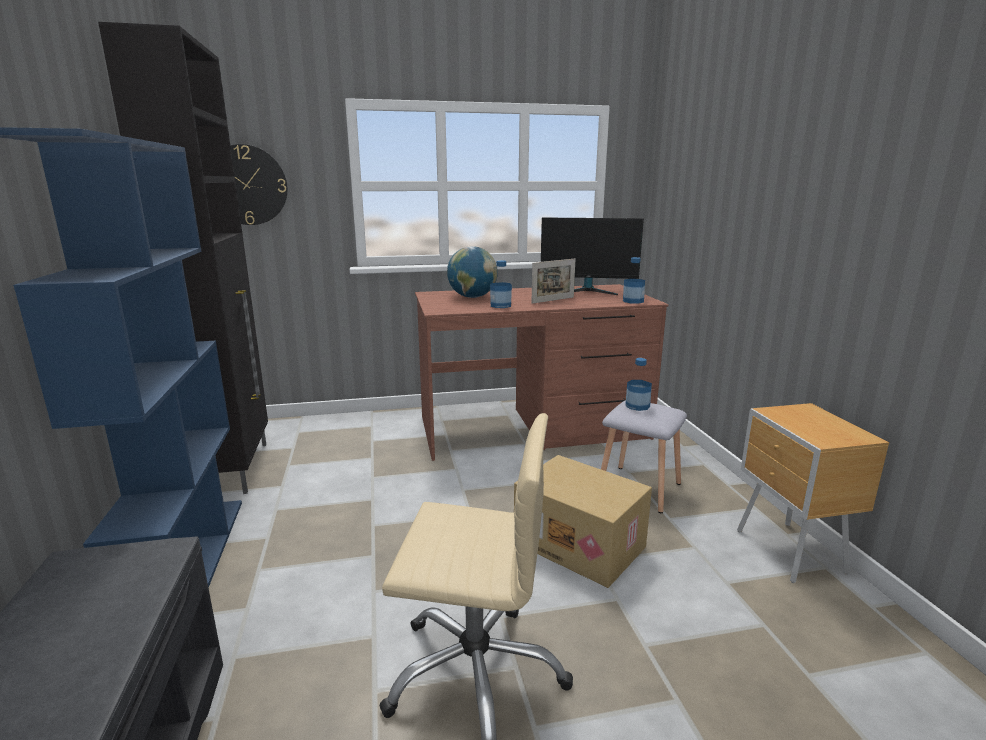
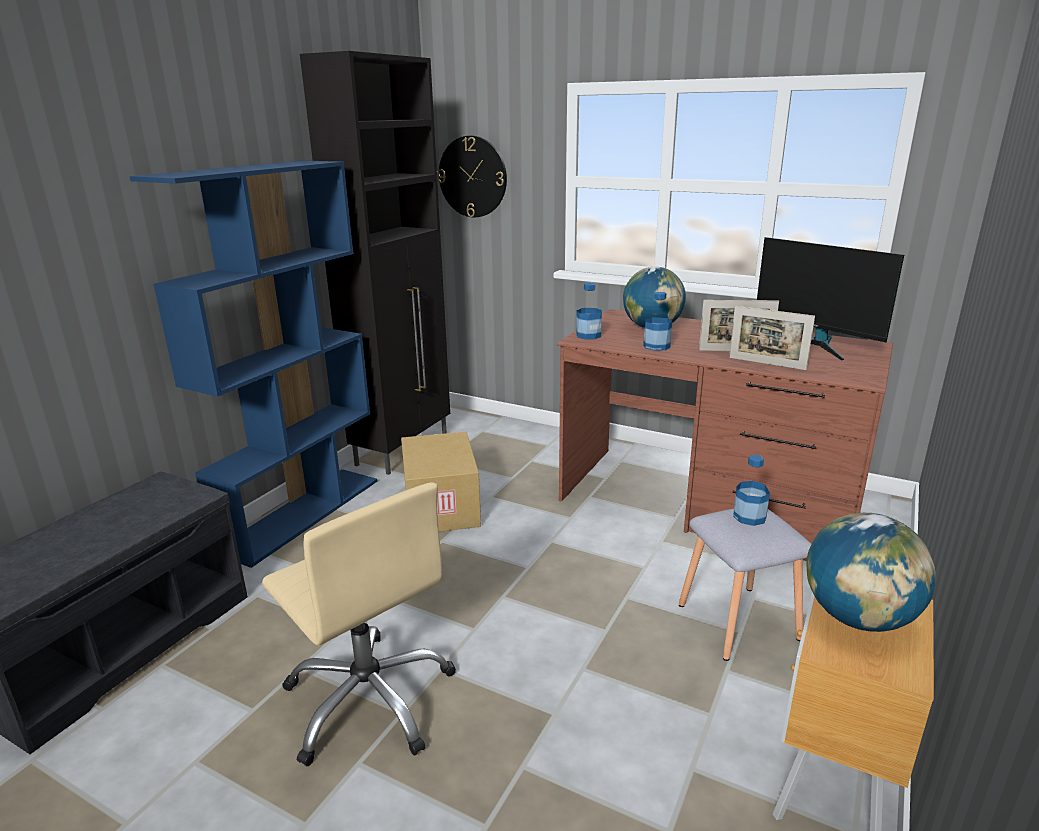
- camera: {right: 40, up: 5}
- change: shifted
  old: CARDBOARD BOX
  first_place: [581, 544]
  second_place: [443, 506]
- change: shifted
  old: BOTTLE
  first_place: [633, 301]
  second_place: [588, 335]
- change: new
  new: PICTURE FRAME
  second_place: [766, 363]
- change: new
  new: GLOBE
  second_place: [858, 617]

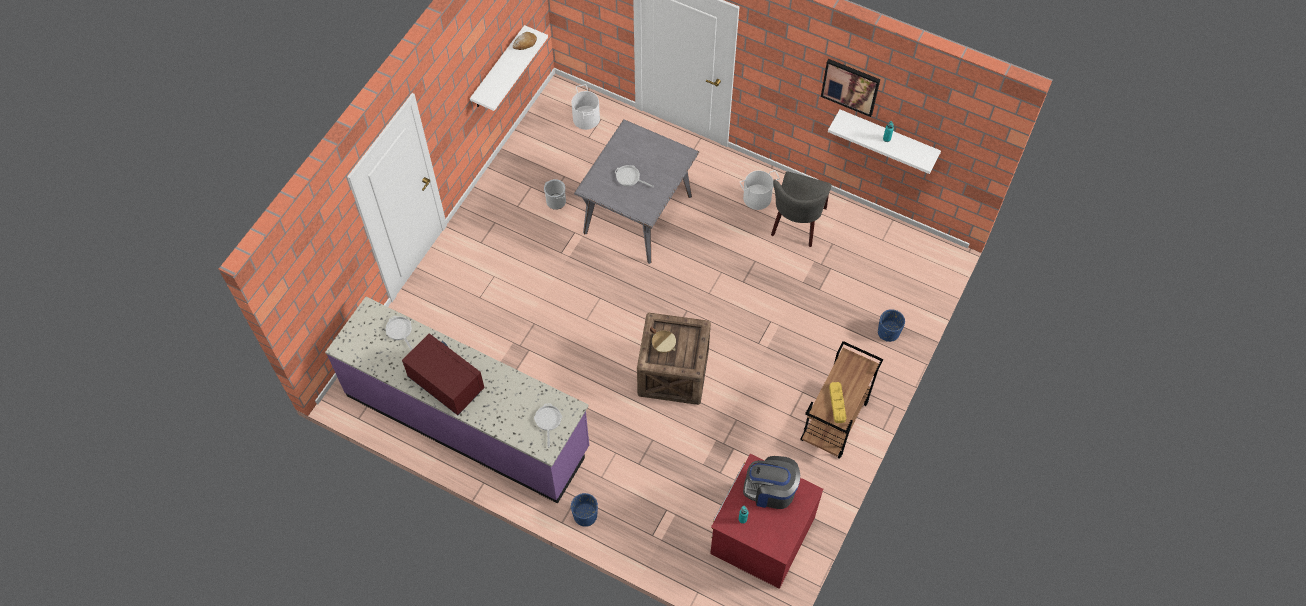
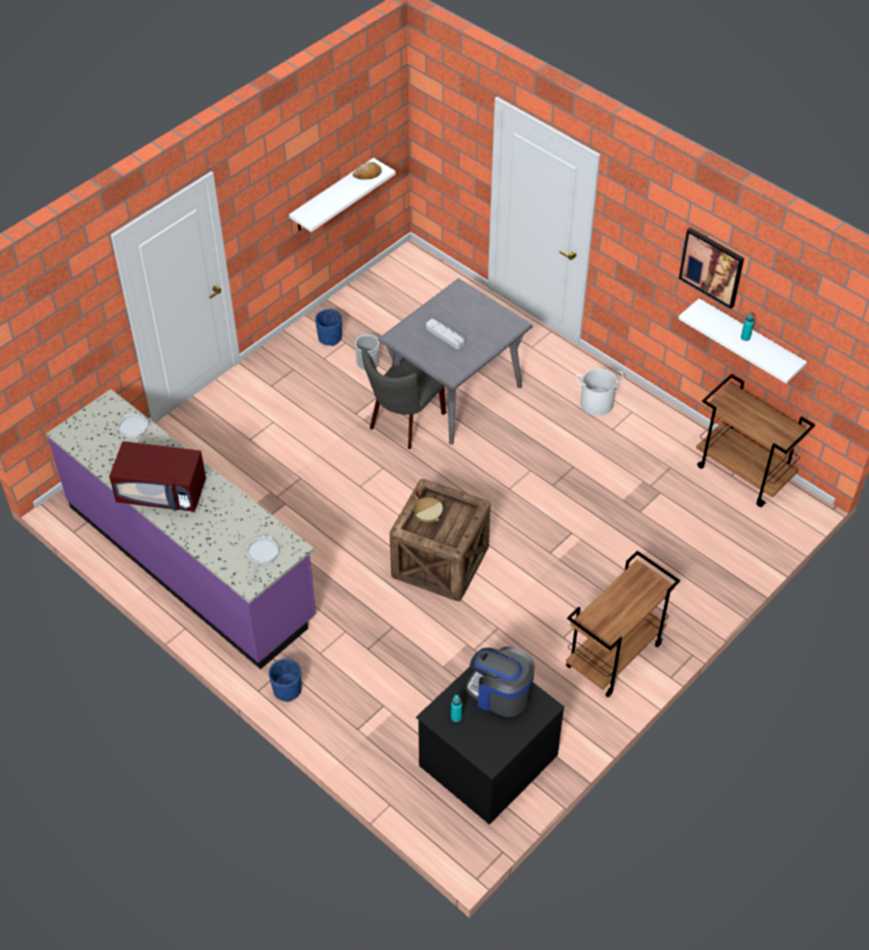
- camera: {right: 15, up: -10}
- change: rotated
  old: RED MICROWAVE
  first_place: [445, 383]
  second_place: [162, 492]
  degrees: 135
- change: shifted
  old: BLUE PLANTER
  first_place: [888, 332]
  second_place: [330, 338]
- change: shifted
  old: GREY CHAIR
  first_place: [796, 224]
  second_place: [403, 423]
- change: repainted
  old: RED DRESSER
  new: BLACK DRESSER
  first_place: [761, 534]
  second_place: [486, 759]
- change: swapped
  old: FRYING PAN
  new: GREY TRAY
  first_place: [629, 178]
  second_place: [445, 335]
- change: new
  new: BROWN CART
  second_place: [744, 473]
- change: gone
  old: WHITE BUCKET
  first_place: [586, 118]
- change: gone
  old: YELLOW TRAY
  first_place: [837, 403]

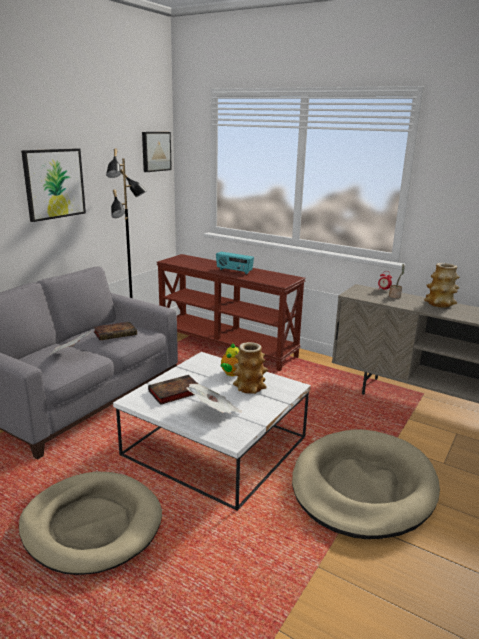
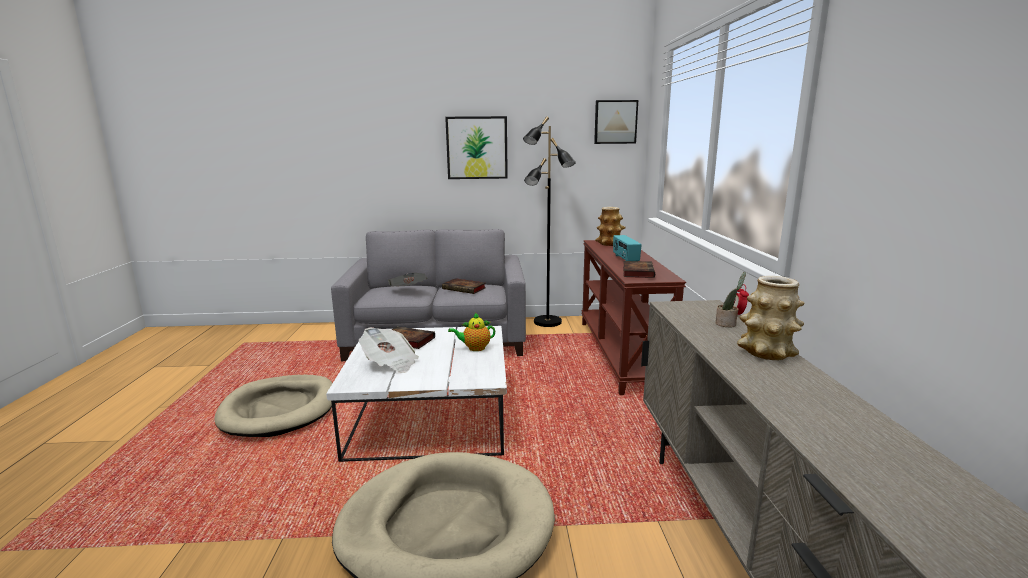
- camera: {right: 55, up: -5}
- change: shifted
  old: VASE
  first_place: [249, 387]
  second_place: [609, 244]
- change: new
  new: BOOK
  second_place: [637, 272]

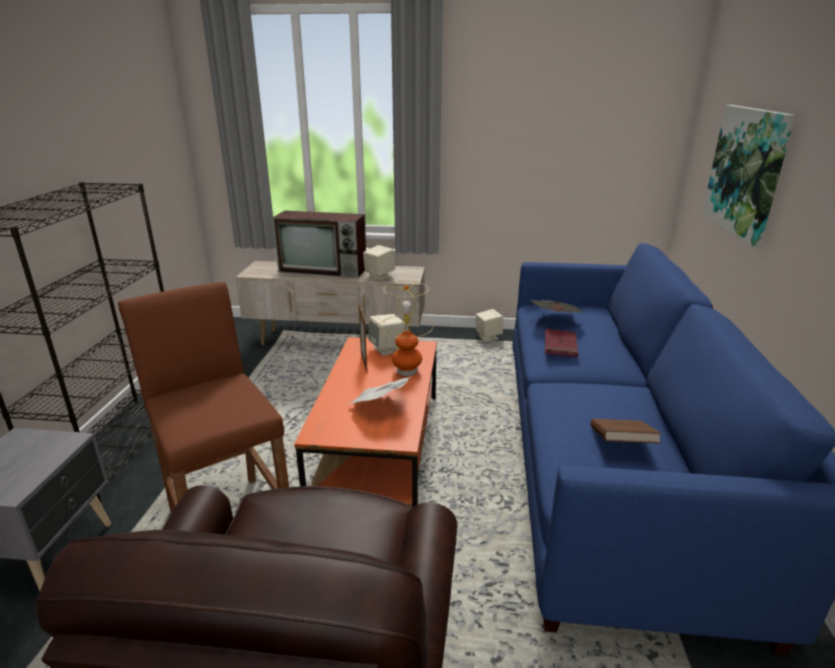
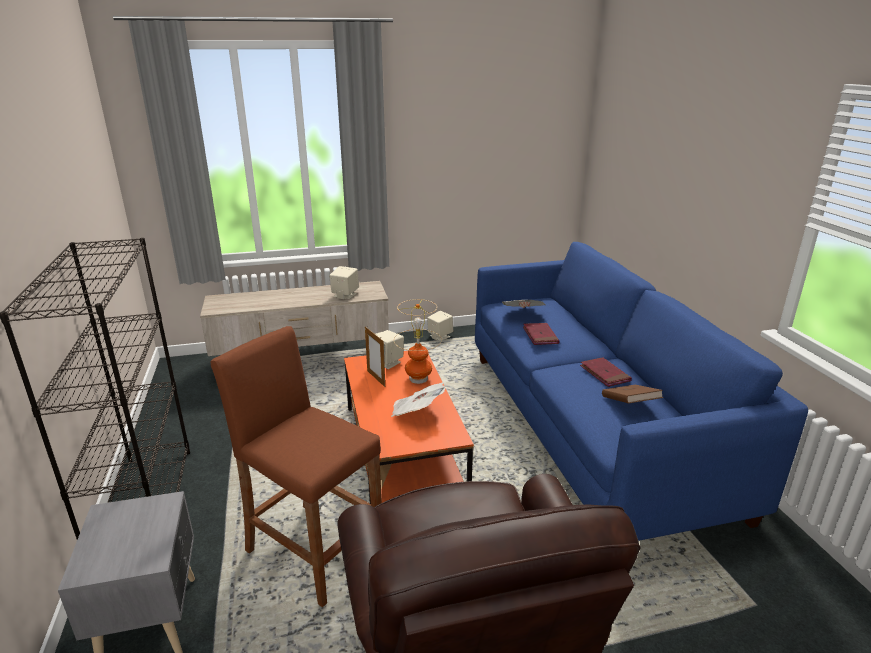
- camera: {right: -20, up: 0}
- change: new
  new: RED BOOK
  second_place: [604, 374]
- change: gone
  old: TELEVISION
  first_place: [324, 270]
- change: gone
  old: PICTURE
  first_place: [746, 171]

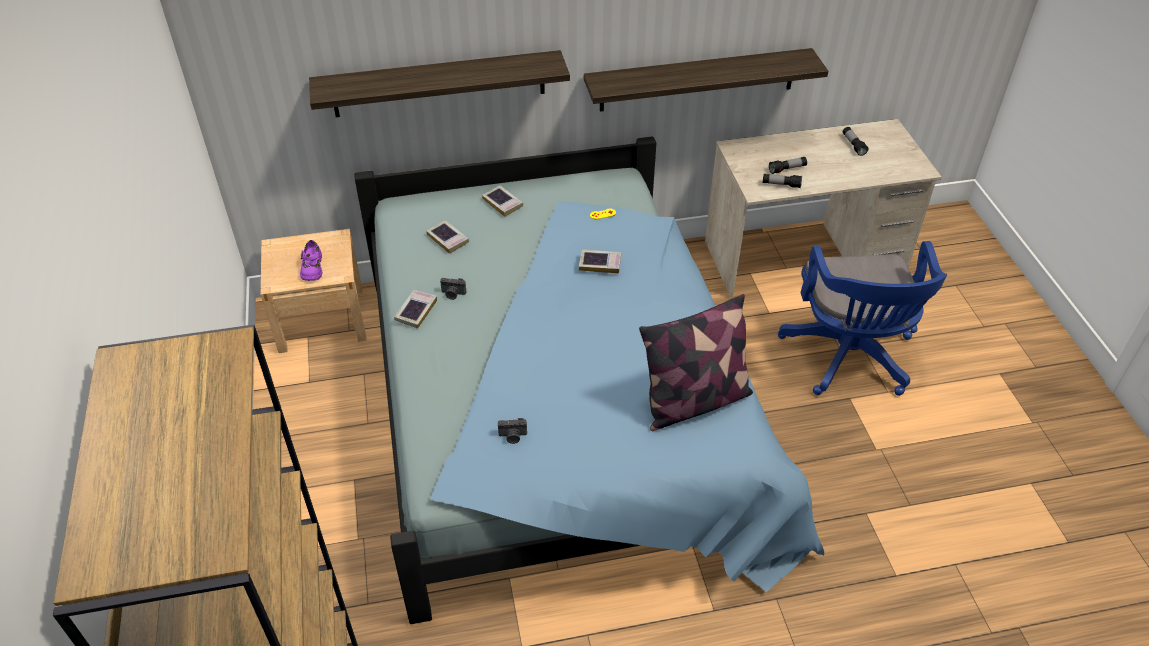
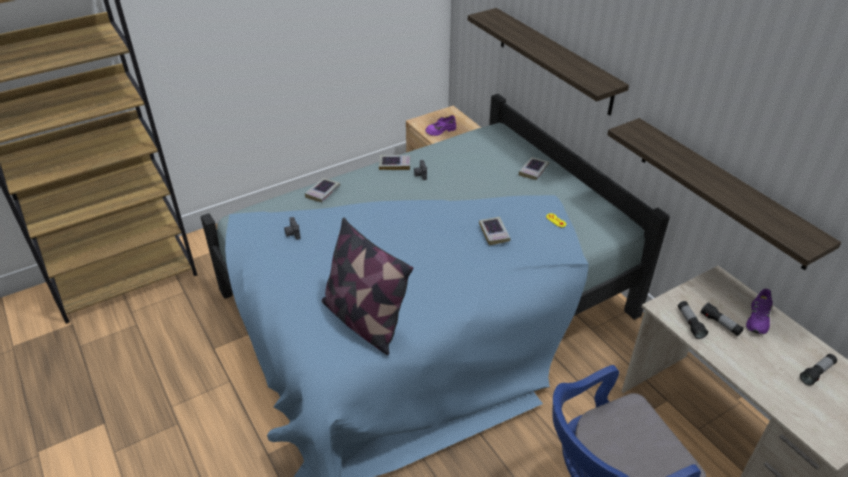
- camera: {right: 70, up: -5}
- change: shifted
  old: BOOK
  first_place: [448, 239]
  second_place: [323, 192]
- change: new
  new: PURPLE SHOE
  second_place: [758, 319]

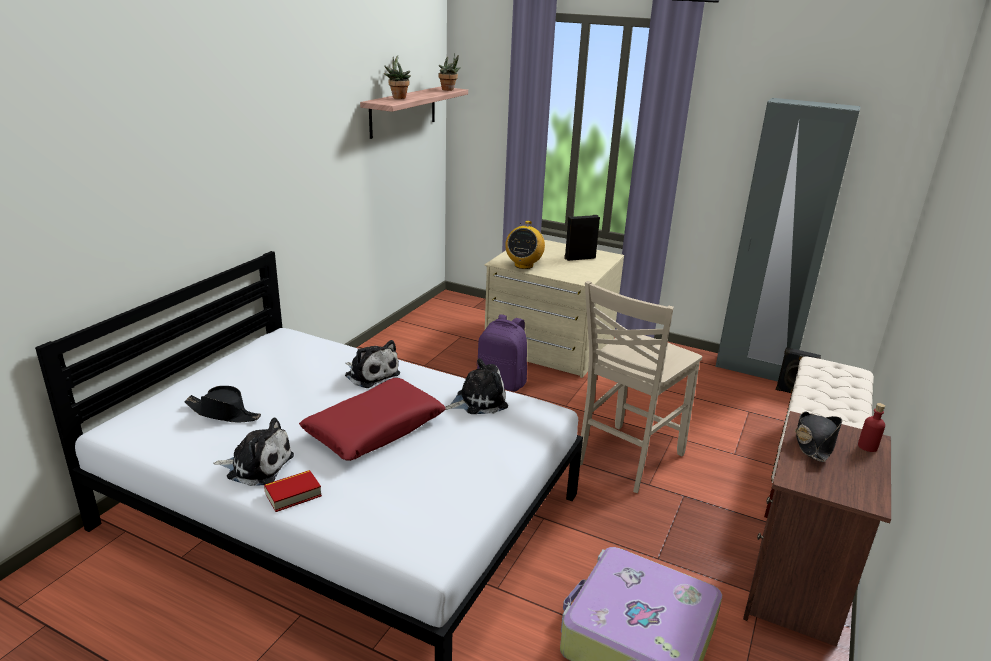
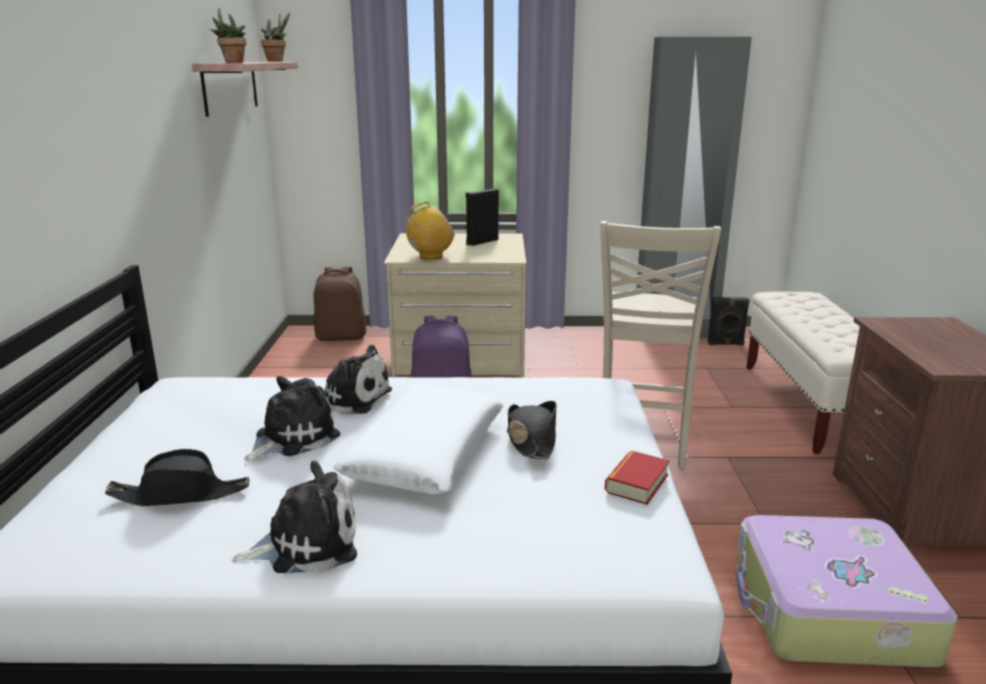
- camera: {right: -25, up: -5}
- change: shifted
  old: PLUSH TOY
  first_place: [478, 401]
  second_place: [292, 438]
- change: new
  new: BROWN BACKPACK
  second_place: [341, 337]
- change: repainted
  old: RED PILLOW
  new: WHITE PILLOW
  first_place: [374, 429]
  second_place: [425, 454]
- change: rotated
  old: RADIO
  first_place: [523, 265]
  second_place: [430, 256]
  degrees: -105
- change: shifted
  old: BLACK HAT
  first_place: [814, 442]
  second_place: [531, 439]
- change: shifted
  old: BOOK
  first_place: [293, 494]
  second_place: [636, 483]
- change: gone
  old: RED BOTTLE
  first_place: [867, 446]

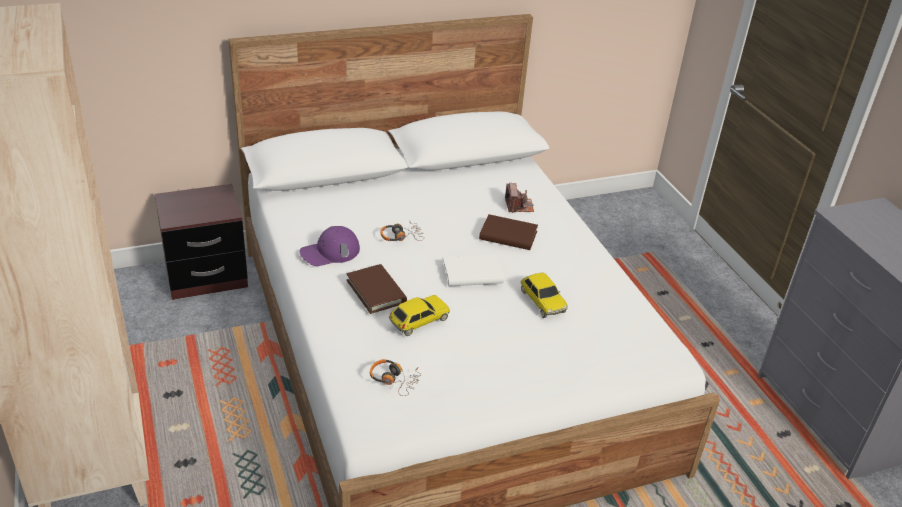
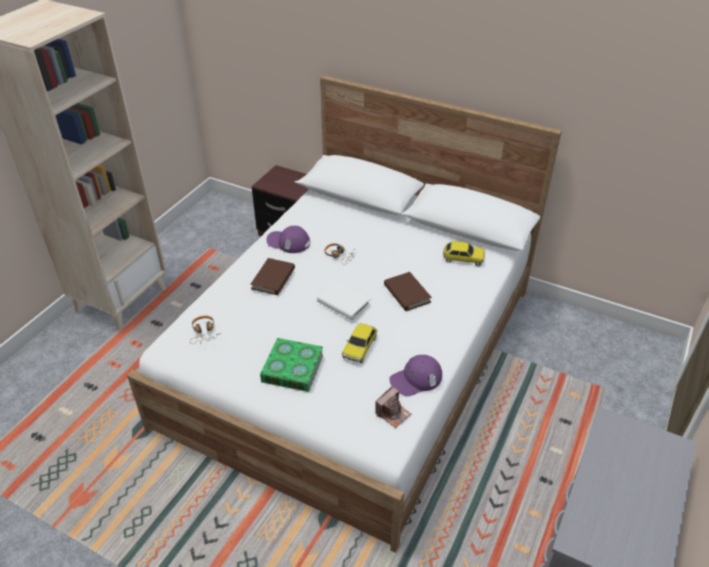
- camera: {right: 50, up: 5}
- change: new
  new: BOOK
  second_place: [292, 369]
- change: shifted
  old: PHOTO CAMERA
  first_place: [519, 206]
  second_place: [393, 413]
- change: new
  new: PURPLE CAP
  second_place: [416, 379]
- change: shifted
  old: TOY CAR
  first_place: [418, 321]
  second_place: [463, 259]

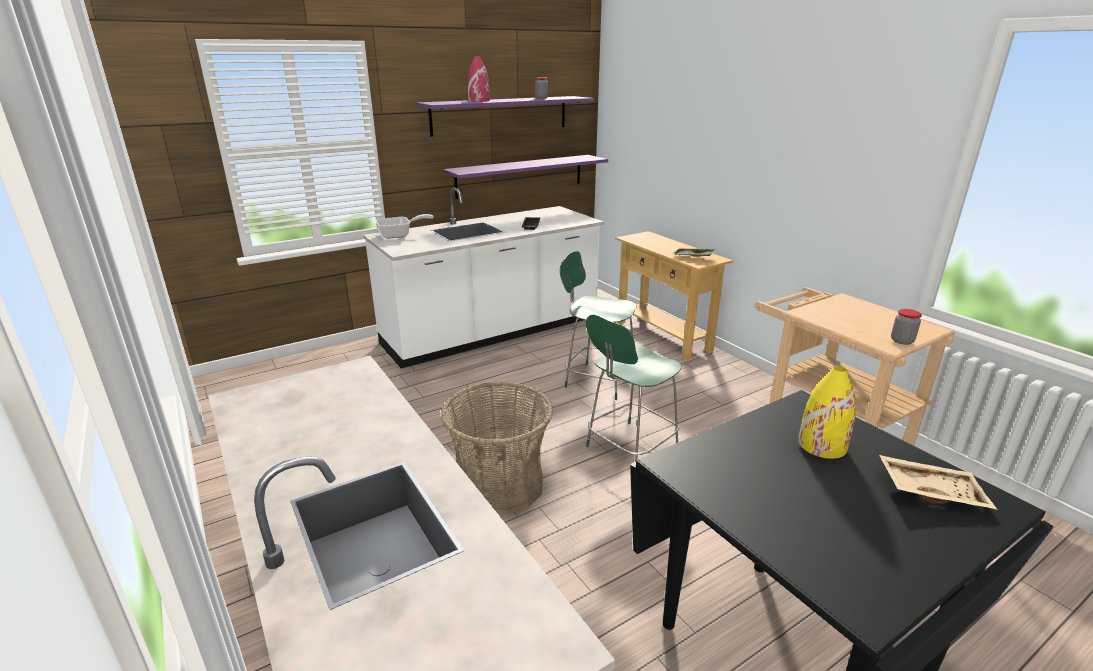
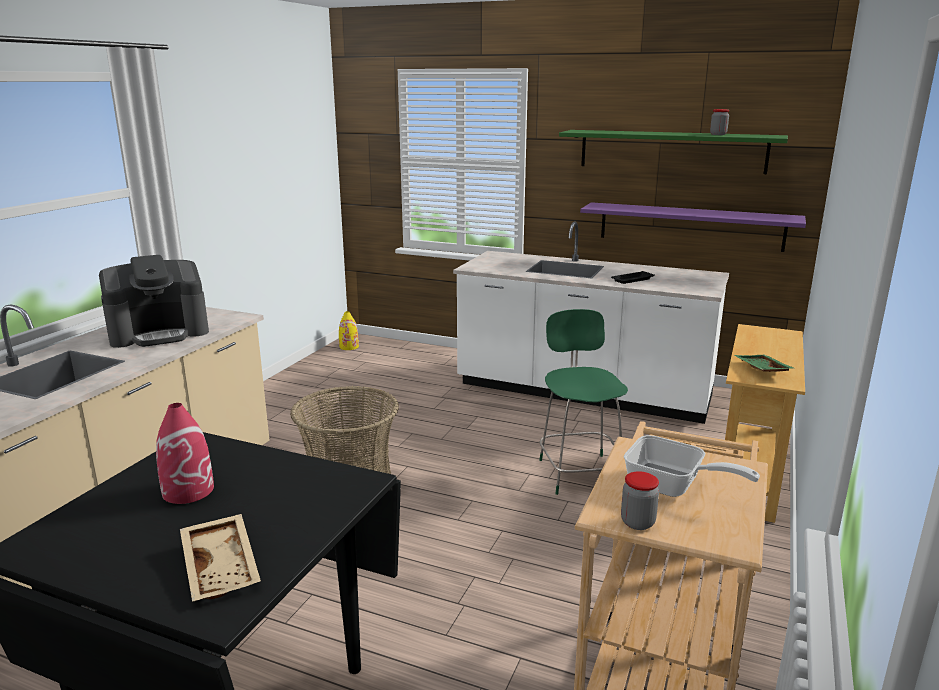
- camera: {right: 55, up: -5}
- change: new
  new: COFFEE MACHINE
  second_place: [159, 333]
- change: shifted
  old: RED VASE
  first_place: [479, 101]
  second_place: [188, 490]
- change: shifted
  old: YELLOW VASE
  first_place: [821, 445]
  second_place: [349, 347]
- change: repainted
  old: PURPLE SHELF
  new: GREEN SHELF
  first_place: [500, 115]
  second_place: [671, 151]
- change: shifted
  old: FRYING PAN
  first_place: [399, 235]
  second_place: [672, 486]
- change: gone
  old: GREEN CHAIR
  first_place: [629, 449]

